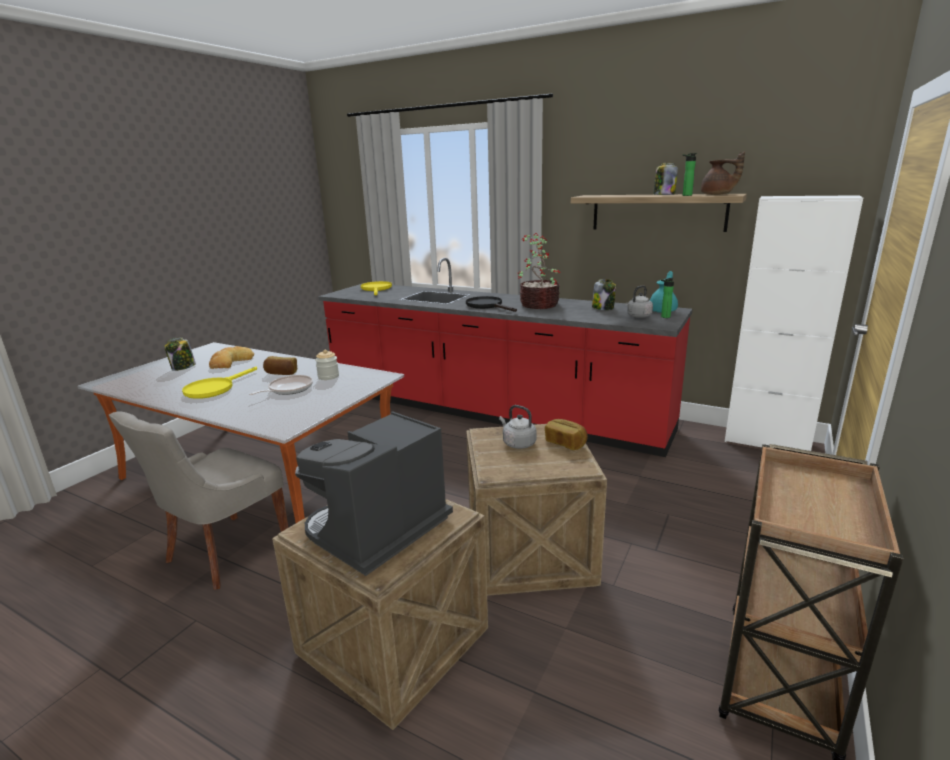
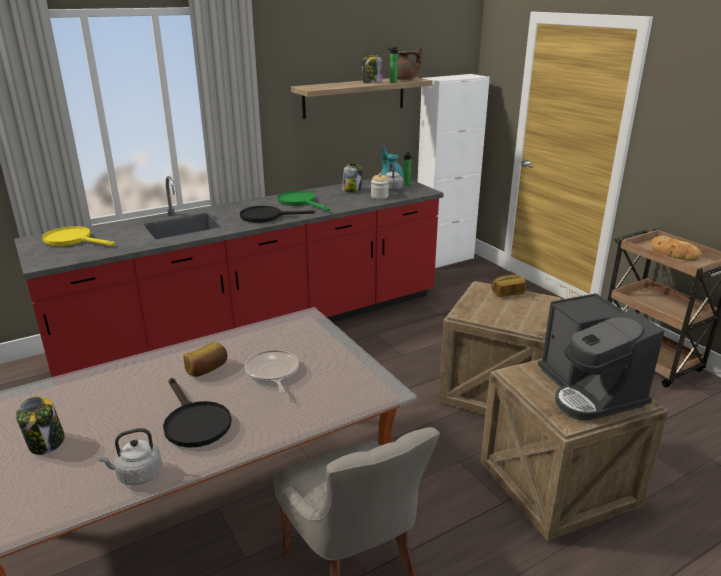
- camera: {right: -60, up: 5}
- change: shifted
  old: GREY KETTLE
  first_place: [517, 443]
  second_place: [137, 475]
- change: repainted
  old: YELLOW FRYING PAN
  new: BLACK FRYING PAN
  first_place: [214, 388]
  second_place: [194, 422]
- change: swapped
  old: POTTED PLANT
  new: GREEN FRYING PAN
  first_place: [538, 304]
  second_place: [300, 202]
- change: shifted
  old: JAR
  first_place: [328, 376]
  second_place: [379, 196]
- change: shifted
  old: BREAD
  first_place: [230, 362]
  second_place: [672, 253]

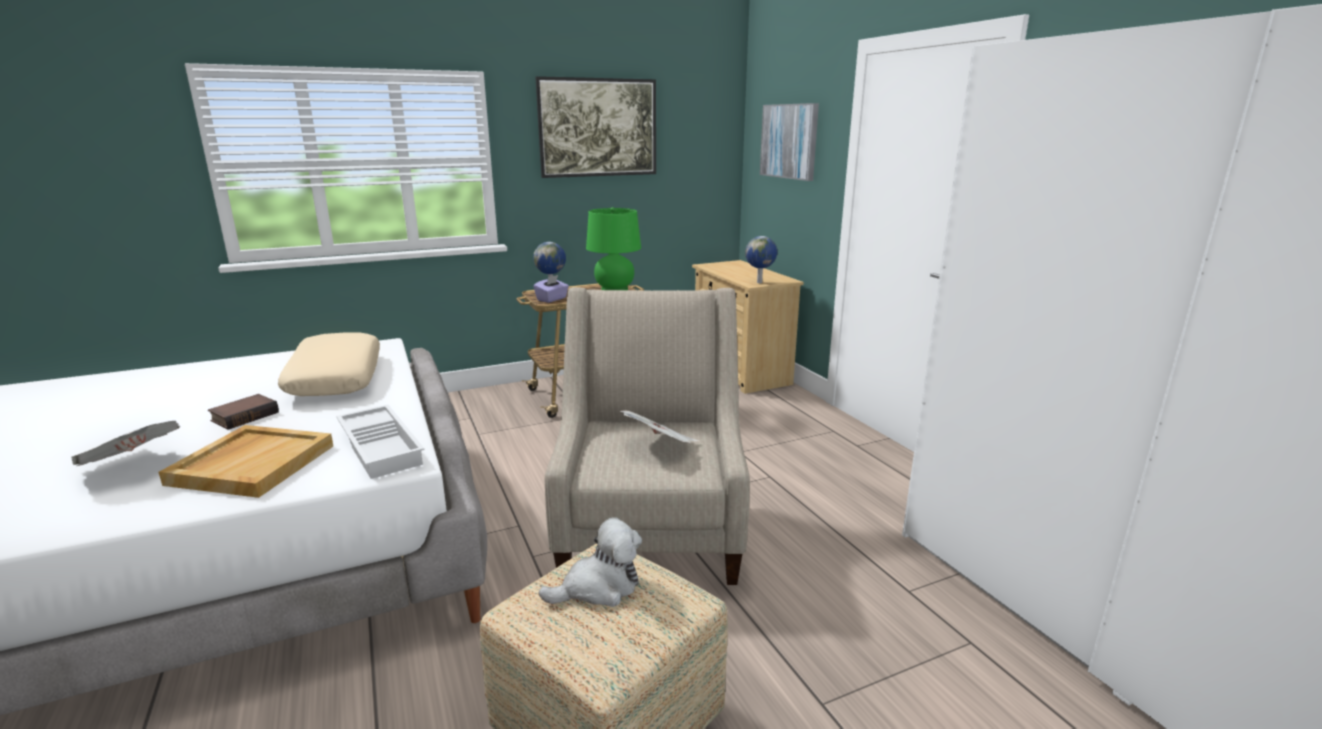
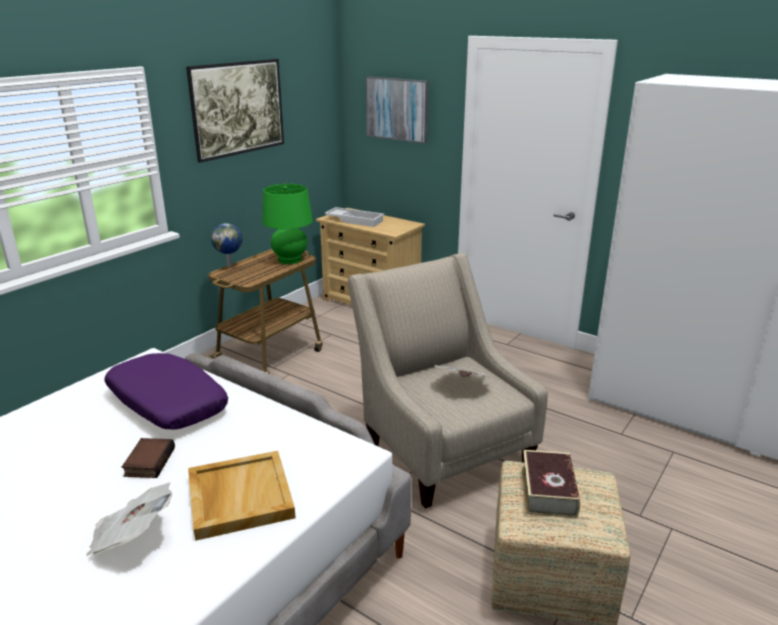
- camera: {right: -30, up: 5}
- change: repainted
  old: BEIGE PILLOW
  new: PURPLE PILLOW
  first_place: [335, 378]
  second_place: [166, 403]
- change: shifted
  old: WHITE TRAY
  first_place: [383, 447]
  second_place: [355, 220]
- change: swapped
  old: PLUSH TOY
  new: BOOK
  first_place: [598, 587]
  second_place: [548, 491]
- change: gone
  old: PURPLE TISSUE BOX
  first_place: [552, 299]
- change: gone
  old: GLOBE
  first_place: [760, 282]

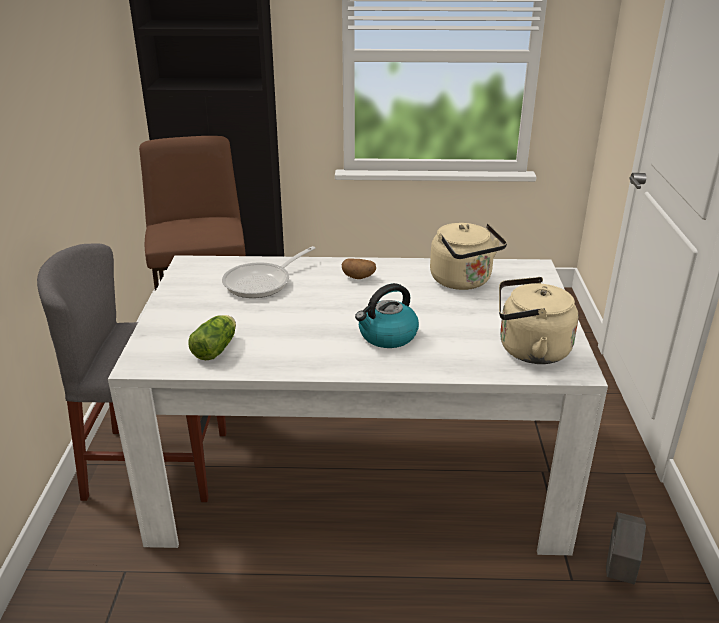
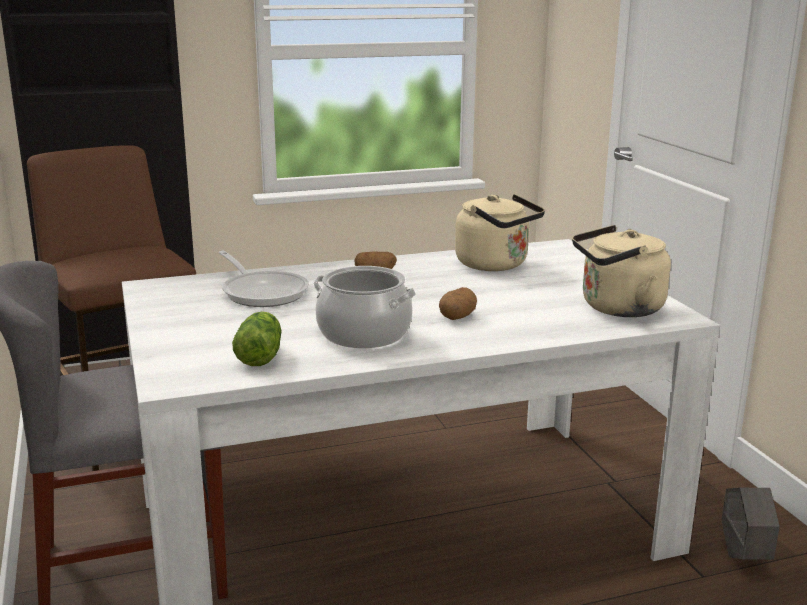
- camera: {right: -20, up: -10}
- change: rotated
  old: FRYING PAN
  first_place: [262, 282]
  second_place: [262, 292]
  degrees: -60
- change: new
  new: COOKING POT
  second_place: [364, 333]
- change: swapped
  old: KETTLE
  new: POTATO
  first_place: [387, 336]
  second_place: [456, 317]

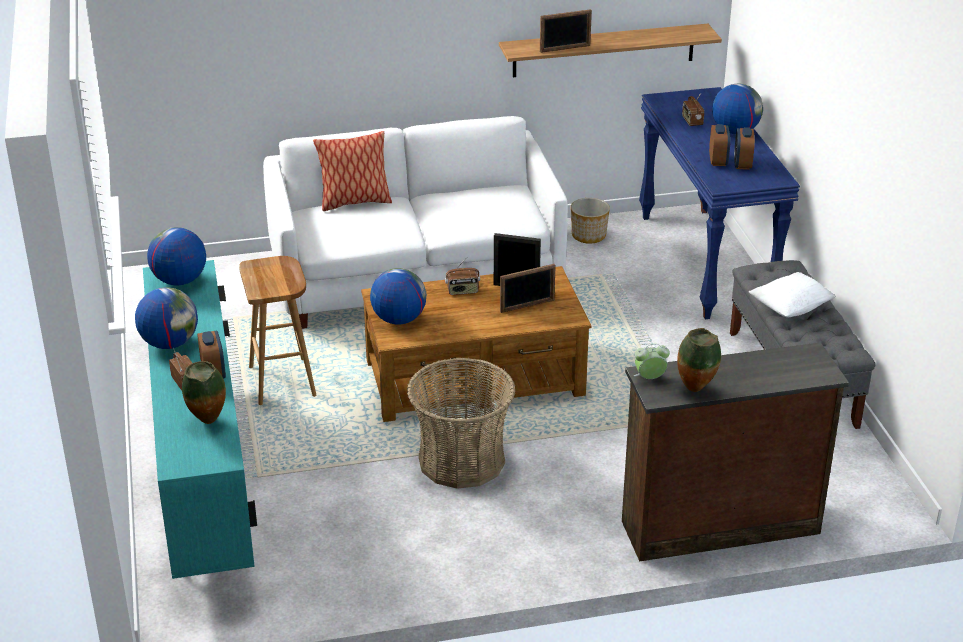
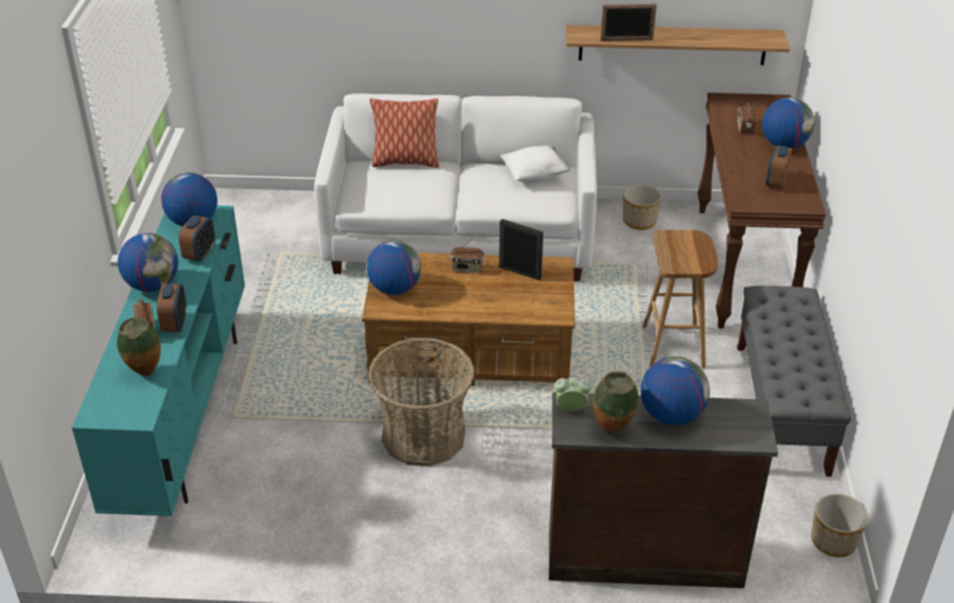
- camera: {right: 15, up: 5}
- change: shifted
  old: ALARM CLOCK
  first_place: [718, 161]
  second_place: [200, 254]
- change: shifted
  old: WHITE PILLOW
  first_place: [790, 308]
  second_place: [535, 175]
- change: new
  new: GLOBE
  second_place: [671, 415]
- change: shifted
  old: BROWN STOOL
  first_place: [283, 382]
  second_place: [674, 347]
- change: repainted
  old: BLUE CONSOLE TABLE
  new: BROWN CONSOLE TABLE
  first_place: [706, 262]
  second_place: [744, 267]
- change: new
  new: PLANTER
  second_place: [834, 541]
- change: gone
  old: PICTURE FRAME
  first_place: [527, 306]

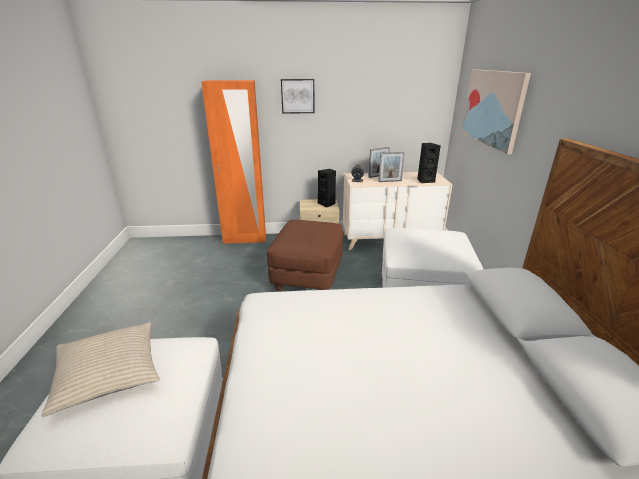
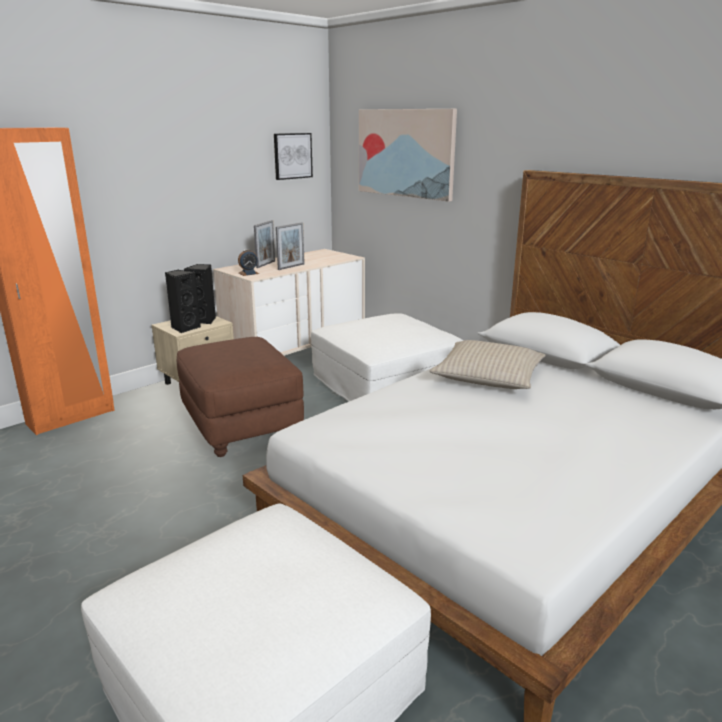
- camera: {right: -40, up: -5}
- change: shifted
  old: BLACK SPEAKER
  first_place: [425, 181]
  second_place: [185, 328]
- change: shifted
  old: PICTURE
  first_place: [297, 96]
  second_place: [292, 156]
- change: shifted
  old: BEIGE PILLOW
  first_place: [109, 373]
  second_place: [488, 377]

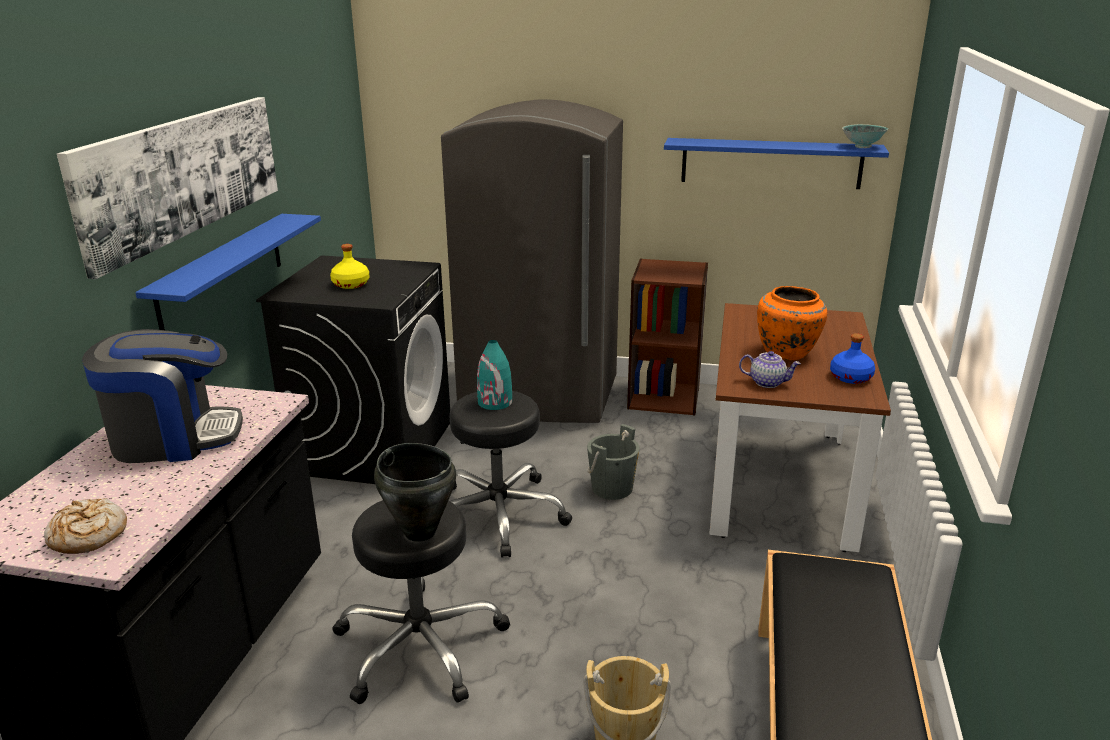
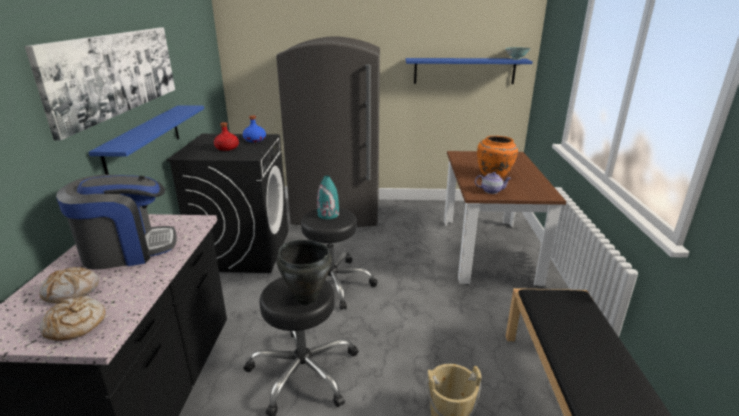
- camera: {right: -10, up: 0}
- change: new
  new: BREAD
  second_place: [72, 291]
- change: repainted
  old: YELLOW BOTTLE
  new: RED BOTTLE
  first_place: [350, 284]
  second_place: [227, 148]
- change: shifted
  old: BLUE BOTTLE
  first_place: [851, 377]
  second_place: [255, 140]
- change: gone
  old: GREY BUCKET
  first_place: [612, 488]
- change: gone
  old: BROWN BOOKCASE
  first_place: [664, 397]

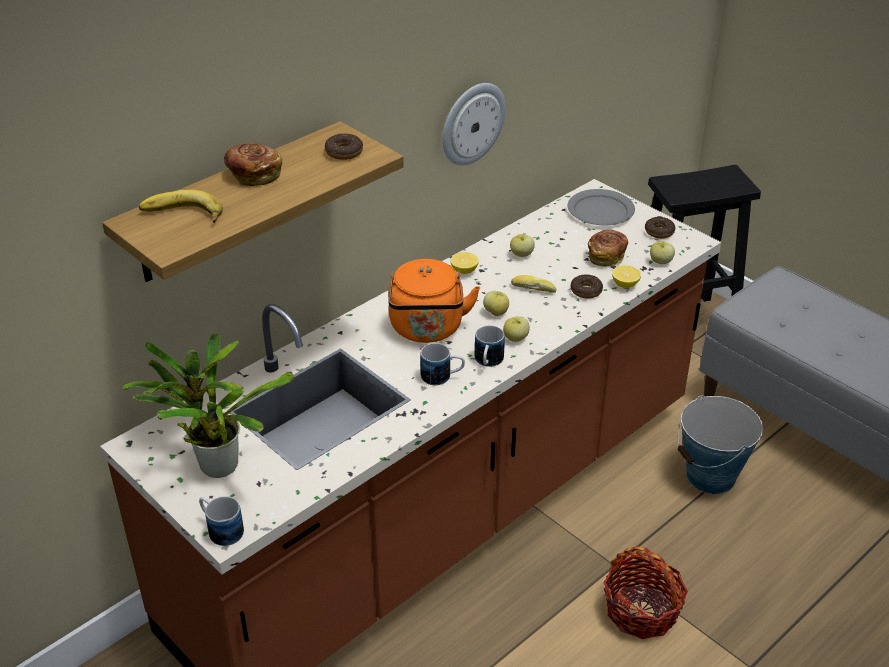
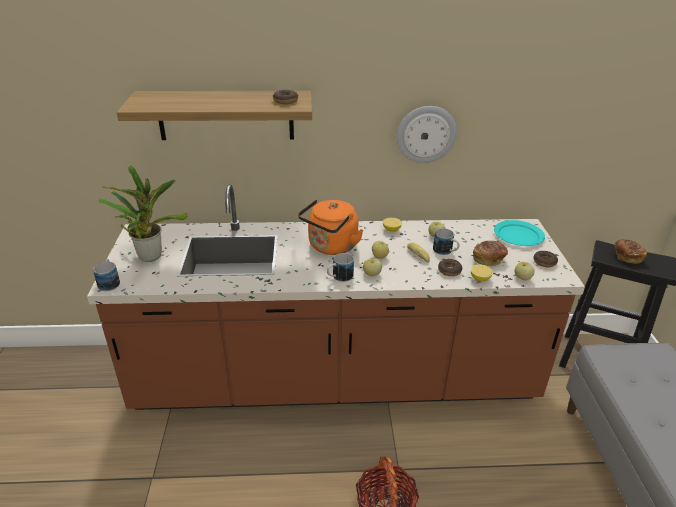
- camera: {right: 40, up: -5}
- change: shifted
  old: MUG
  first_place: [442, 376]
  second_place: [445, 252]
- change: repainted
  old: GREY PLATE
  new: TURQUOISE PLATE
  first_place: [600, 210]
  second_place: [518, 235]
- change: shifted
  old: BREAD
  first_place: [254, 175]
  second_place: [627, 257]
- change: gone
  old: BANANA
  first_place: [182, 216]
- change: gone
  old: BUCKET
  first_place: [711, 476]

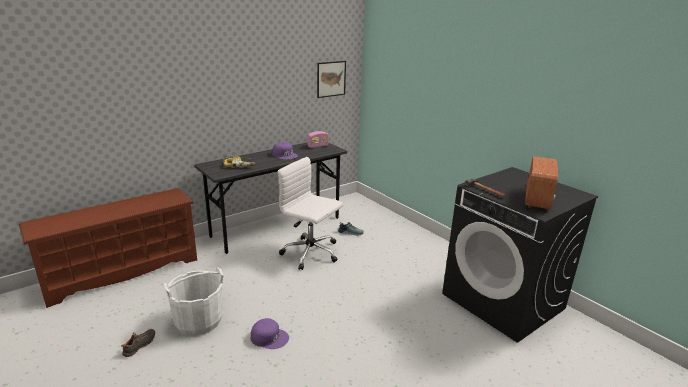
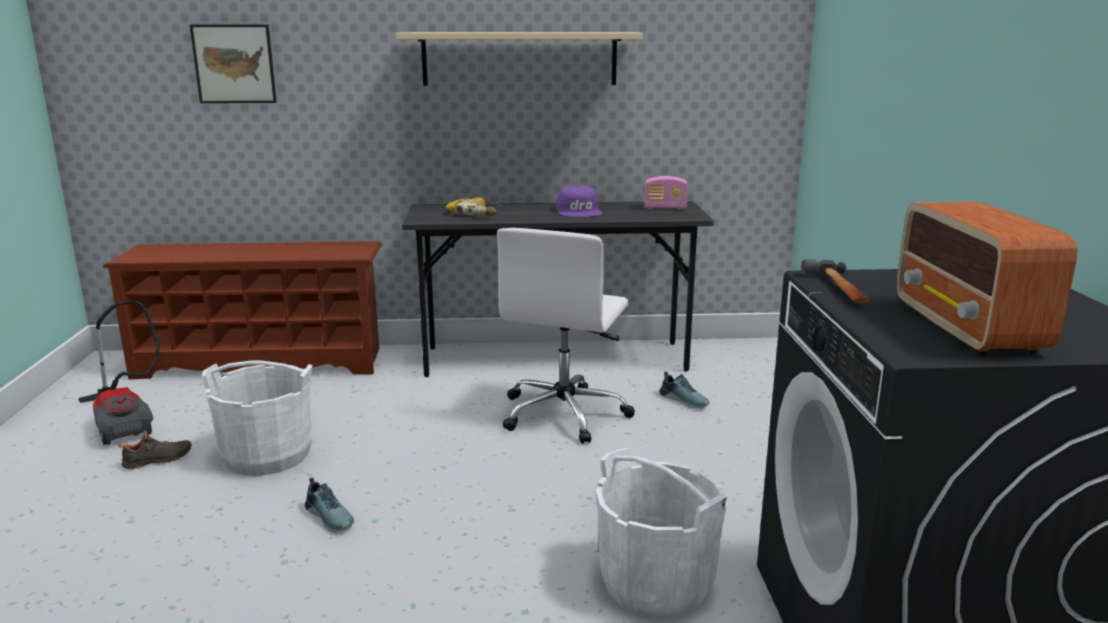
- camera: {right: 35, up: -5}
- change: new
  new: VACUUM CLEANER
  second_place: [125, 421]
- change: shifted
  old: PICTURE
  first_place: [331, 79]
  second_place: [234, 64]
- change: swapped
  old: PURPLE CAP
  new: SHOE
  first_place: [269, 337]
  second_place: [331, 516]
- change: new
  new: BEIGE SHELF
  second_place: [519, 59]
- change: rotated
  old: WHITE OFFICE CHAIR
  first_place: [311, 253]
  second_place: [565, 414]
  degrees: -135
- change: new
  new: WHITE BUCKET
  second_place: [657, 583]
- change: rotated
  old: RADIO
  first_place: [537, 199]
  second_place: [967, 328]
  degrees: 120

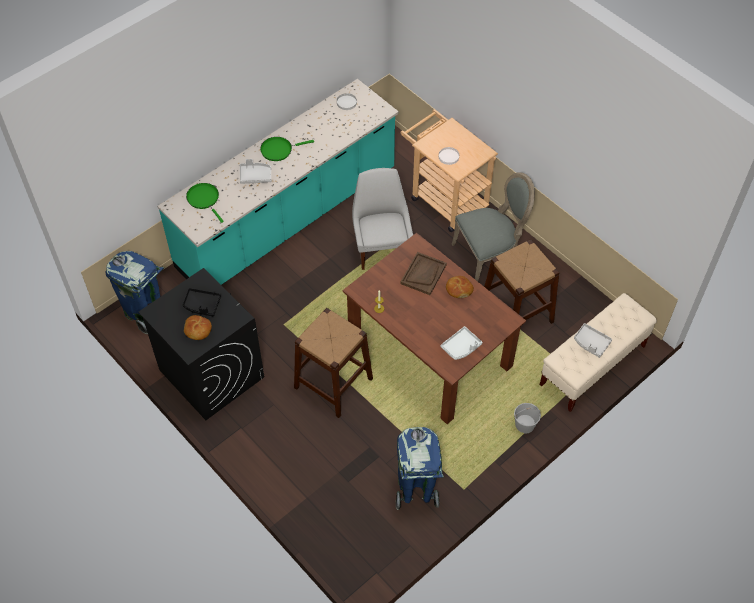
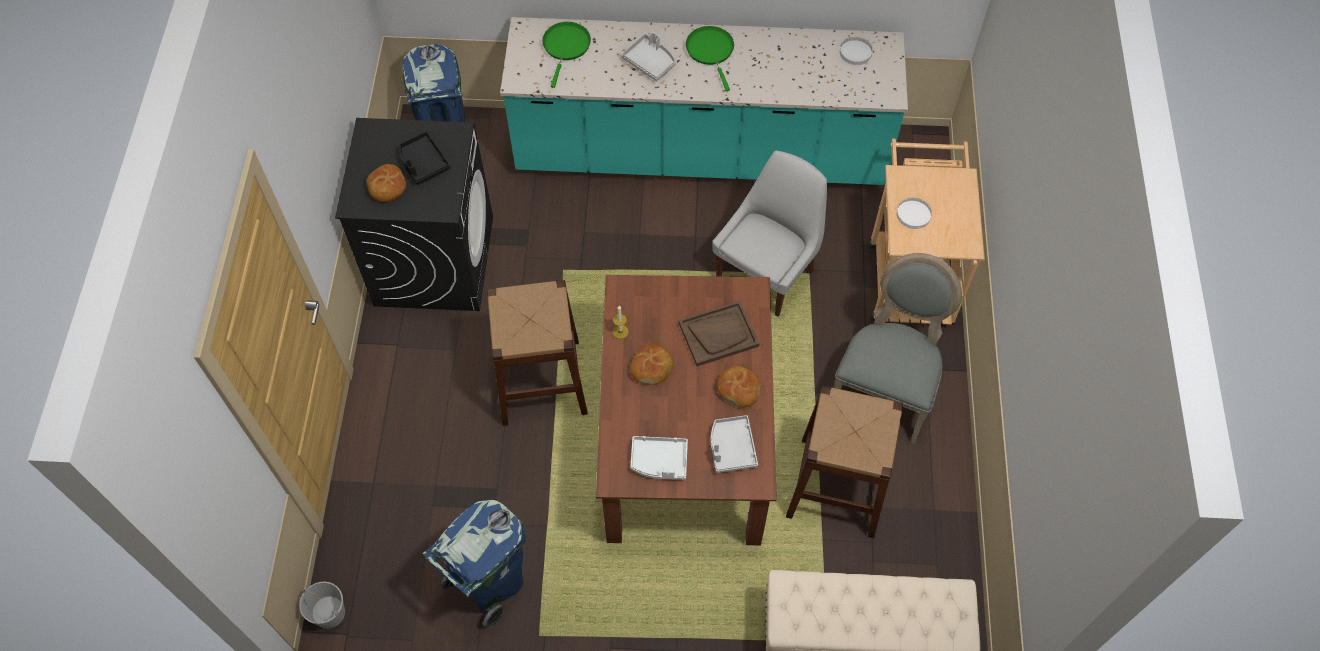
- camera: {right: 45, up: 5}
- change: shifted
  old: WHITE BUCKET
  first_place: [524, 425]
  second_place: [328, 612]
- change: new
  new: BREAD
  second_place: [652, 368]
- change: rotated
  old: GREEN FRYING PAN
  first_place: [279, 150]
  second_place: [711, 51]
  degrees: 45
- change: shifted
  old: GREY TRAY
  first_place: [591, 343]
  second_place: [731, 448]
- change: rotated
  old: GREY CHAIR
  first_place: [489, 256]
  second_place: [885, 387]
  degrees: -90

